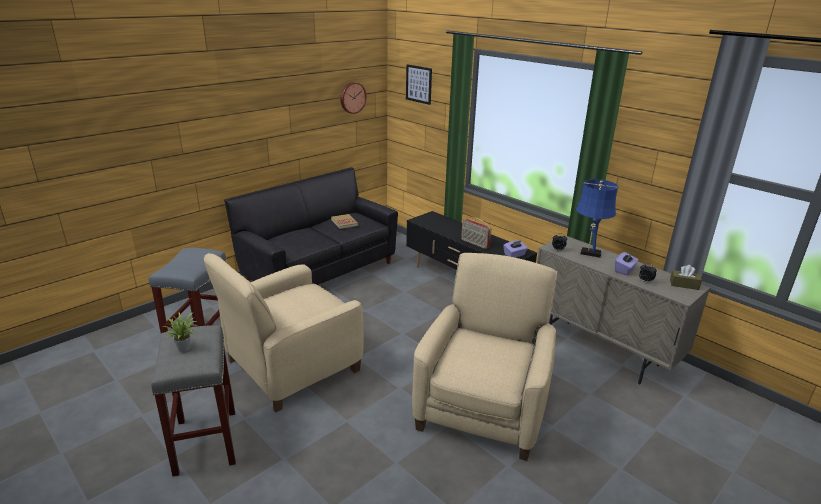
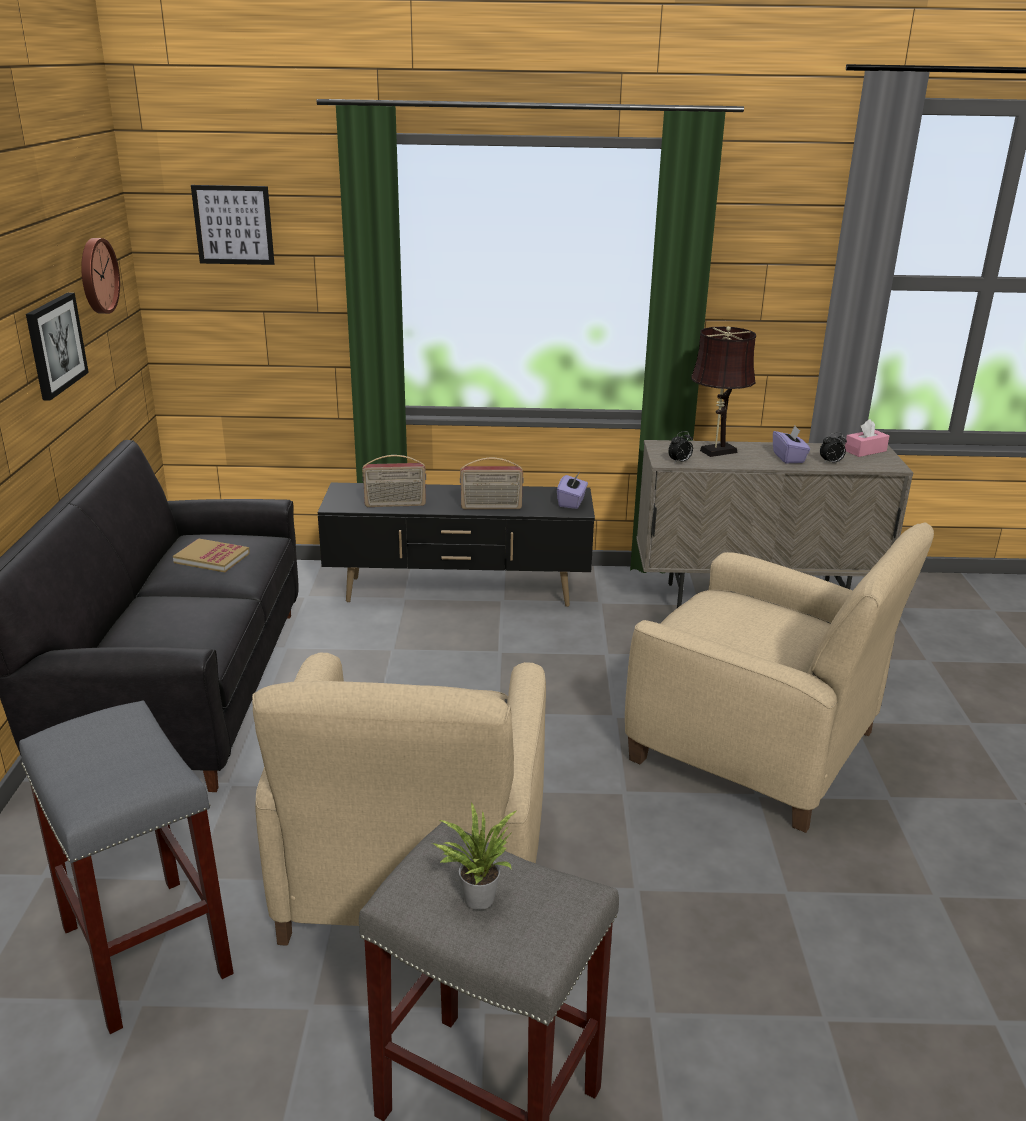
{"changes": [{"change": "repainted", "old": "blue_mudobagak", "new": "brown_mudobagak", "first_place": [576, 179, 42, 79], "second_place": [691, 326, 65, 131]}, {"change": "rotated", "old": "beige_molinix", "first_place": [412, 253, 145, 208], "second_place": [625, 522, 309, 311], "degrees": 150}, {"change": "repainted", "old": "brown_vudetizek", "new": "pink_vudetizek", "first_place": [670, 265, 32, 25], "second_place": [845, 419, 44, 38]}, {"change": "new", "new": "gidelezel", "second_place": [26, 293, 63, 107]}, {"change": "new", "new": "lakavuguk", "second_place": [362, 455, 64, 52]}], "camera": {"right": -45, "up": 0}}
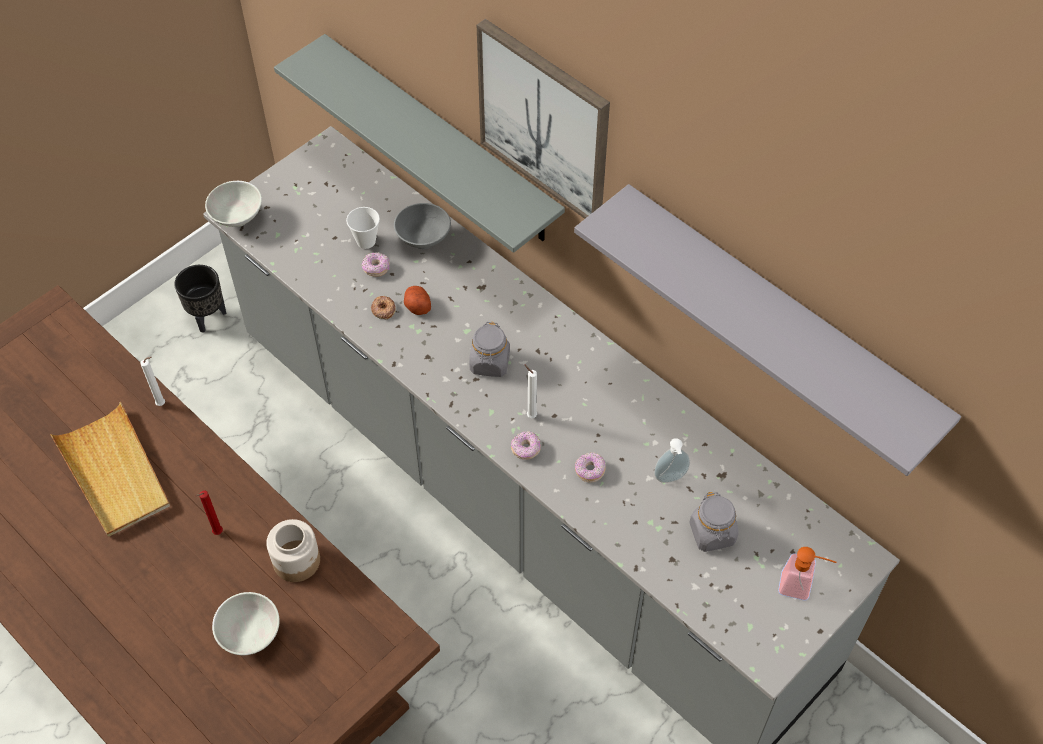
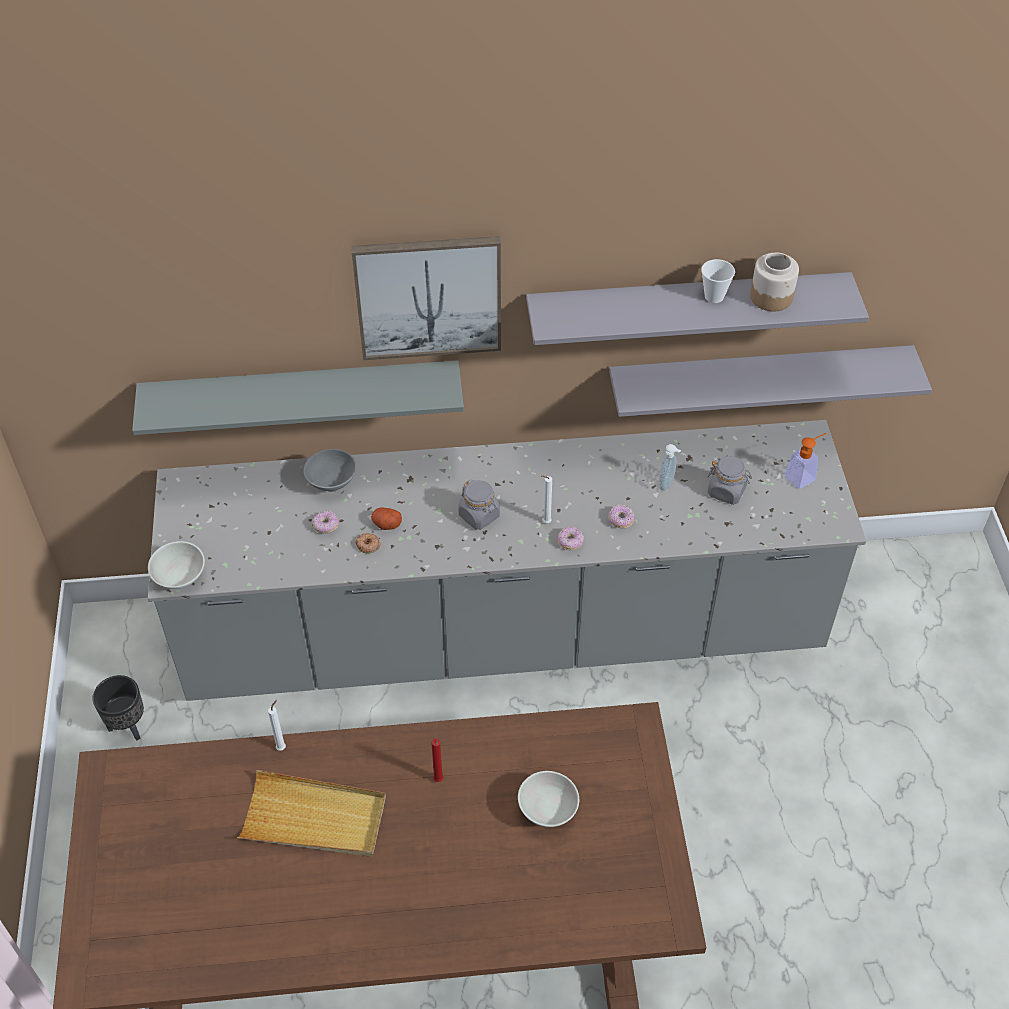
{"changes": [{"change": "shifted", "old": "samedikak", "first_place": [346, 207, 34, 42], "second_place": [701, 259, 34, 44]}, {"change": "shifted", "old": "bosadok", "first_place": [266, 519, 54, 63], "second_place": [750, 253, 49, 59]}, {"change": "new", "new": "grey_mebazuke", "second_place": [609, 345, 323, 72]}], "camera": {"right": -50, "up": -5}}
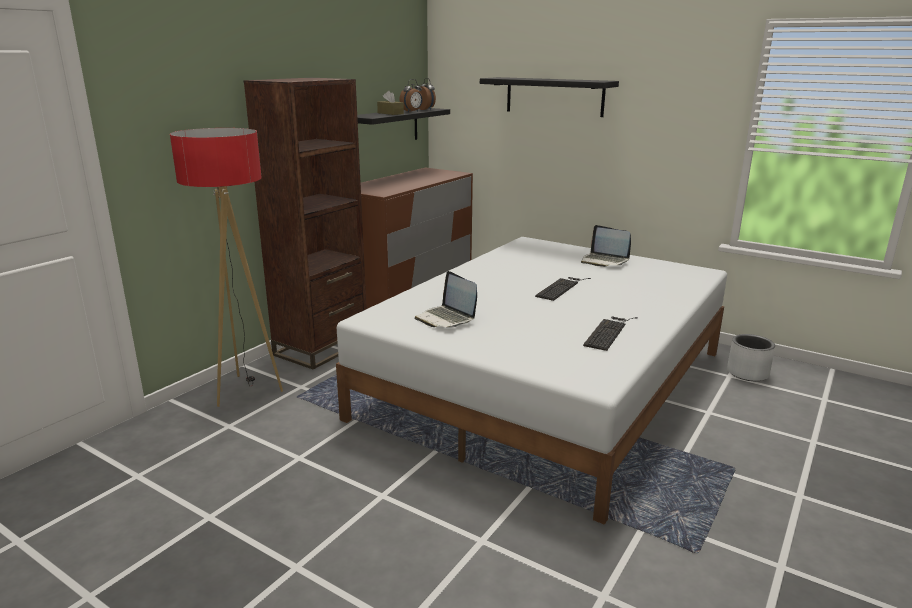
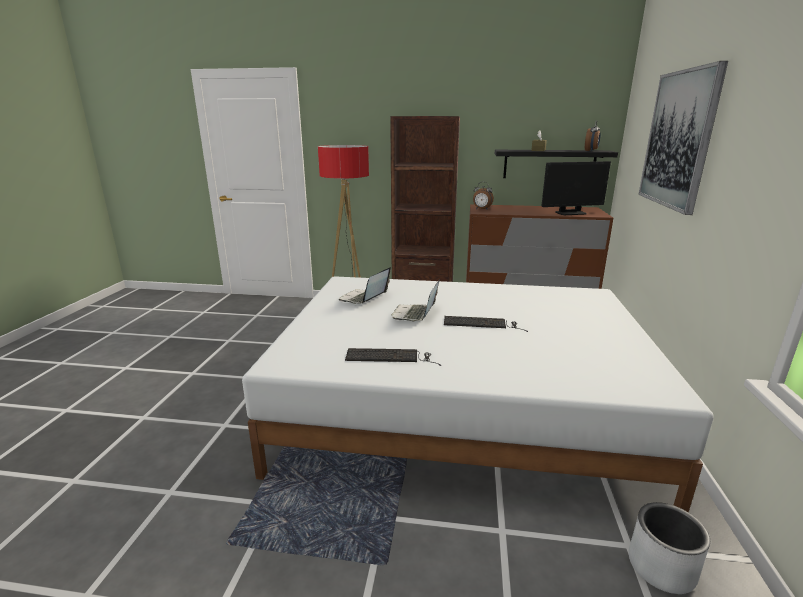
{"changes": [{"change": "swapped", "old": "black_mebazuke", "new": "gidelezel", "first_place": [480, 77, 139, 40], "second_place": [638, 61, 90, 154]}, {"change": "shifted", "old": "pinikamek", "first_place": [399, 79, 24, 33], "second_place": [473, 182, 21, 27]}, {"change": "shifted", "old": "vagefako", "first_place": [581, 225, 50, 42], "second_place": [392, 280, 48, 42]}, {"change": "new", "new": "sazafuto", "second_place": [541, 161, 70, 54]}], "camera": {"right": 65, "up": 0}}
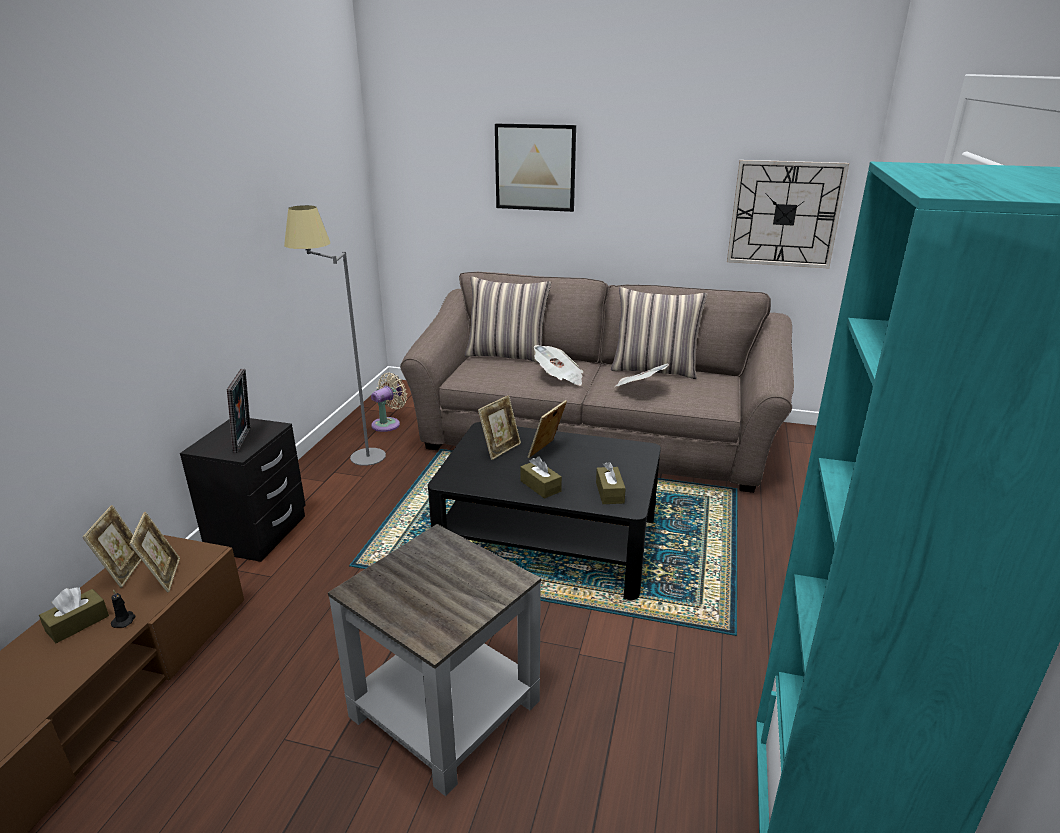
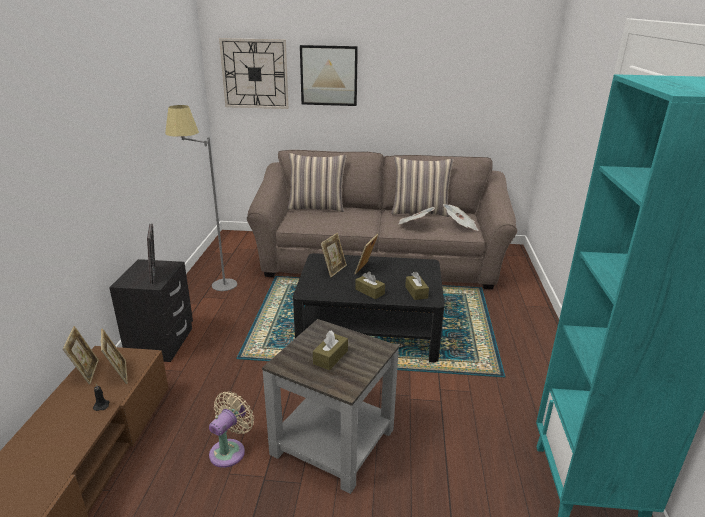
{"changes": [{"change": "shifted", "old": "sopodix", "first_place": [727, 160, 122, 108], "second_place": [219, 38, 70, 71]}, {"change": "shifted", "old": "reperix", "first_place": [534, 345, 49, 41], "second_place": [443, 204, 36, 27]}, {"change": "shifted", "old": "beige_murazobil", "first_place": [371, 373, 36, 59], "second_place": [209, 391, 45, 77]}, {"change": "shifted", "old": "brown_vudetizek", "first_place": [39, 587, 70, 56], "second_place": [313, 330, 35, 40]}], "camera": {"right": -10, "up": 0}}
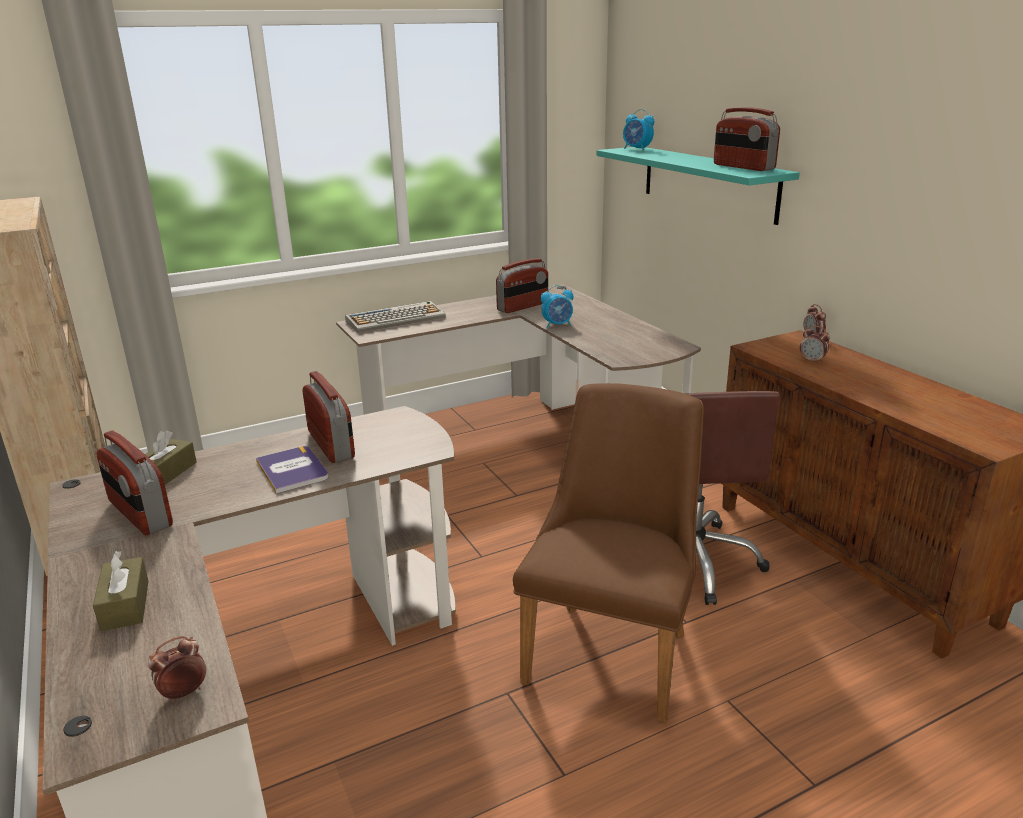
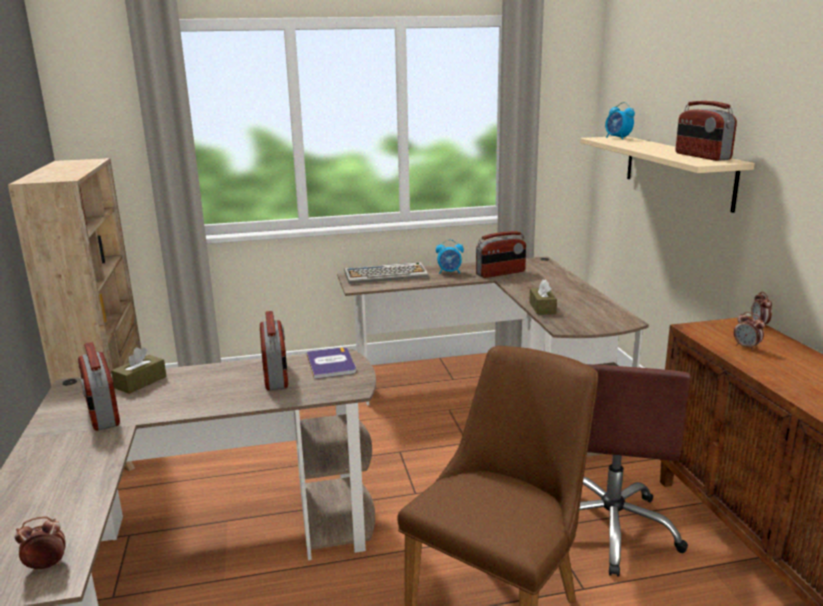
{"changes": [{"change": "repainted", "old": "turquoise_mebazuke", "new": "beige_mebazuke", "first_place": [596, 147, 204, 78], "second_place": [580, 136, 175, 77]}, {"change": "shifted", "old": "pinikamek", "first_place": [541, 285, 32, 43], "second_place": [436, 239, 28, 35]}, {"change": "shifted", "old": "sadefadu", "first_place": [256, 446, 72, 48], "second_place": [306, 347, 50, 32]}, {"change": "shifted", "old": "brown_vudetizek", "first_place": [93, 551, 55, 80], "second_place": [529, 279, 28, 36]}], "camera": {"right": 15, "up": -5}}
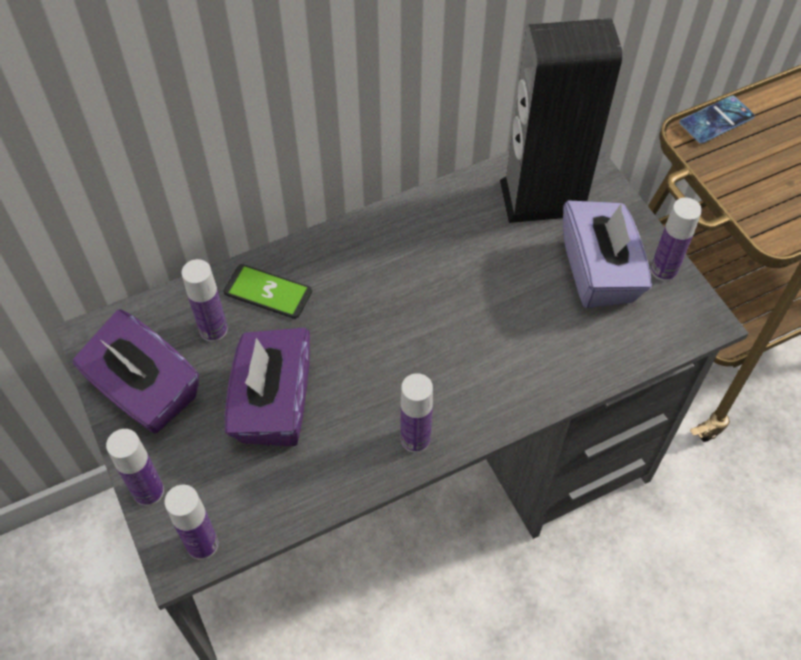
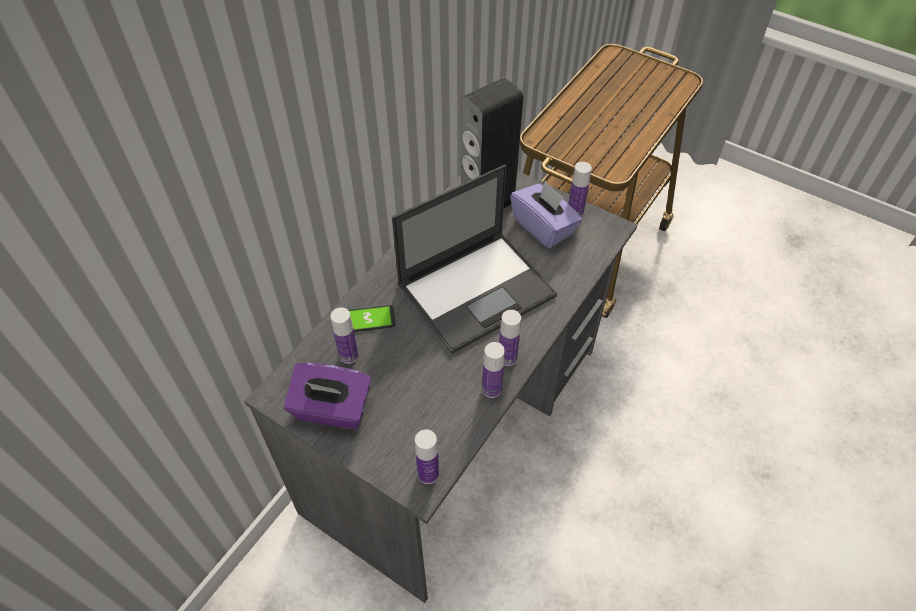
{"changes": [{"change": "gone", "old": "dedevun", "first_place": [679, 95, 76, 49]}, {"change": "gone", "old": "purple_vudetizek", "first_place": [225, 328, 85, 118]}, {"change": "shifted", "old": "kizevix", "first_place": [106, 429, 58, 77], "second_place": [482, 342, 23, 56]}, {"change": "new", "new": "vagefako", "second_place": [392, 164, 165, 190]}], "camera": {"right": -30, "up": -5}}
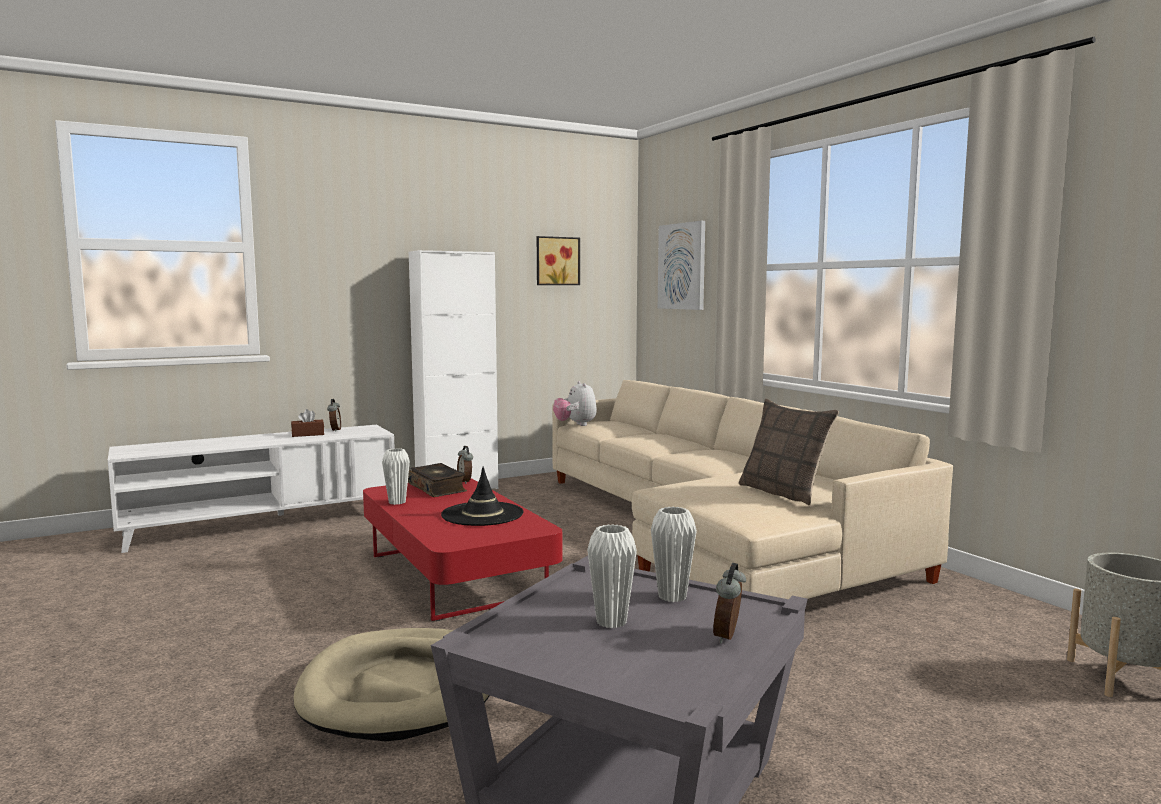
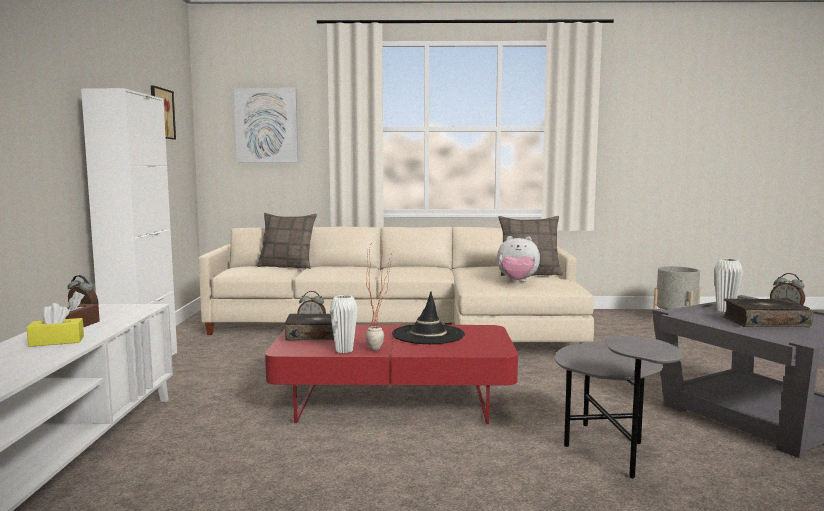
{"changes": [{"change": "shifted", "old": "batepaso", "first_place": [553, 381, 44, 45], "second_place": [497, 236, 43, 46]}, {"change": "swapped", "old": "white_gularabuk", "new": "sadefadu", "first_place": [587, 524, 50, 104], "second_place": [722, 298, 91, 29]}, {"change": "swapped", "old": "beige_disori", "new": "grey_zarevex", "first_place": [293, 628, 197, 113], "second_place": [554, 336, 129, 142]}, {"change": "new", "new": "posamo", "second_place": [257, 213, 60, 56]}, {"change": "new", "new": "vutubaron", "second_place": [366, 238, 27, 113]}, {"change": "new", "new": "yellow_vudetizek", "second_place": [27, 303, 57, 44]}], "camera": {"right": -60, "up": 0}}
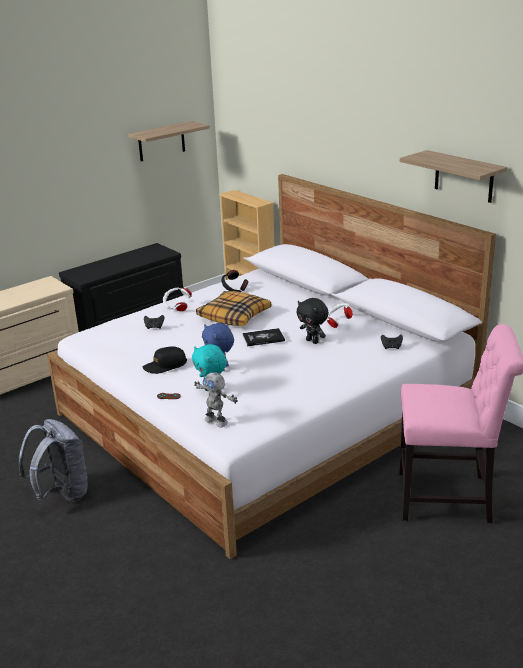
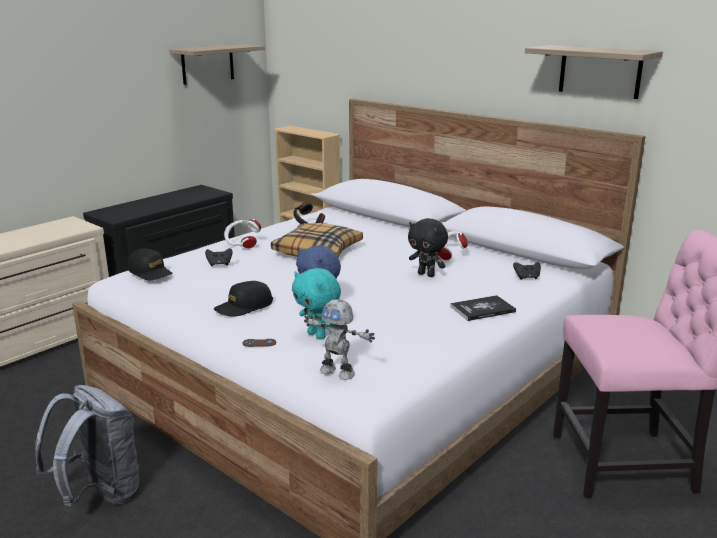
{"changes": [{"change": "shifted", "old": "sadefadu", "first_place": [242, 328, 43, 19], "second_place": [450, 295, 66, 26]}, {"change": "new", "new": "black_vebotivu", "second_place": [128, 249, 45, 31]}], "camera": {"right": -10, "up": -5}}
